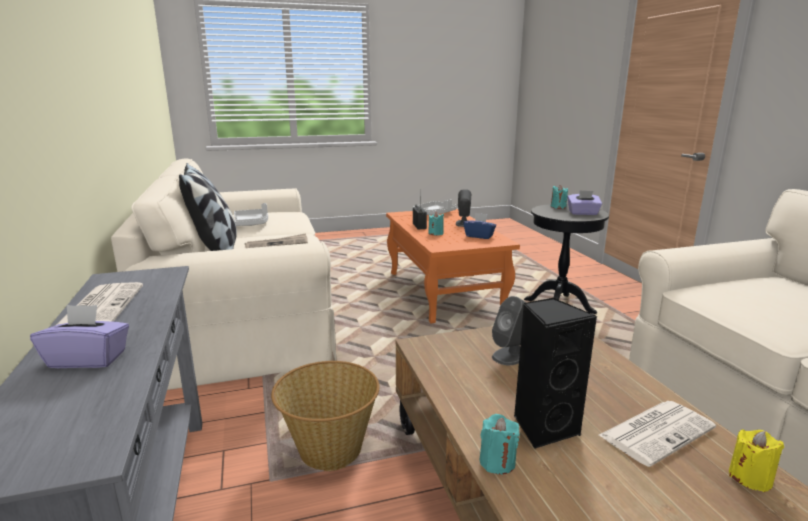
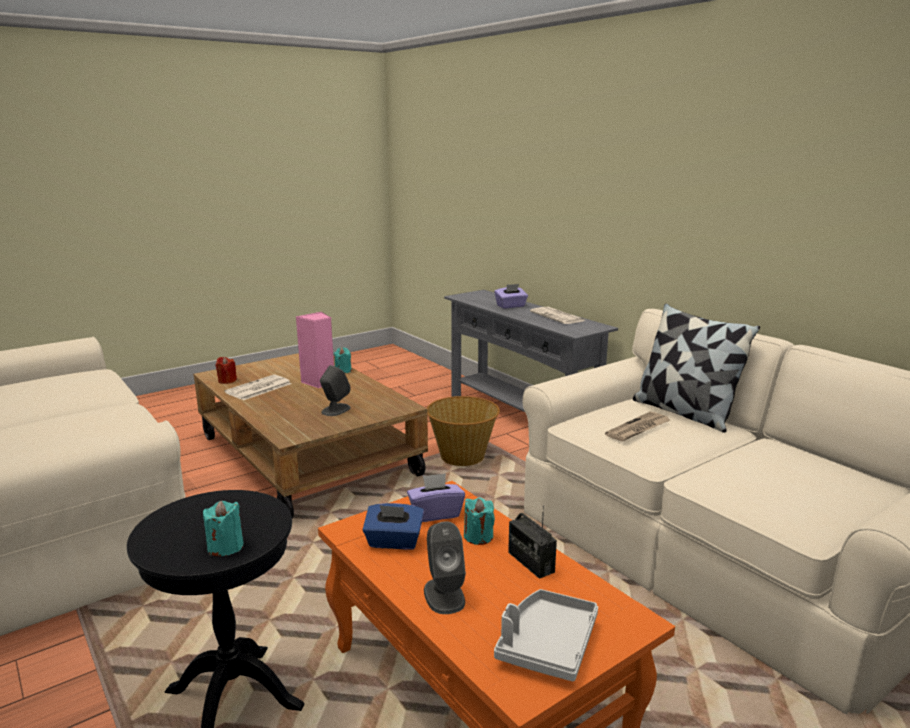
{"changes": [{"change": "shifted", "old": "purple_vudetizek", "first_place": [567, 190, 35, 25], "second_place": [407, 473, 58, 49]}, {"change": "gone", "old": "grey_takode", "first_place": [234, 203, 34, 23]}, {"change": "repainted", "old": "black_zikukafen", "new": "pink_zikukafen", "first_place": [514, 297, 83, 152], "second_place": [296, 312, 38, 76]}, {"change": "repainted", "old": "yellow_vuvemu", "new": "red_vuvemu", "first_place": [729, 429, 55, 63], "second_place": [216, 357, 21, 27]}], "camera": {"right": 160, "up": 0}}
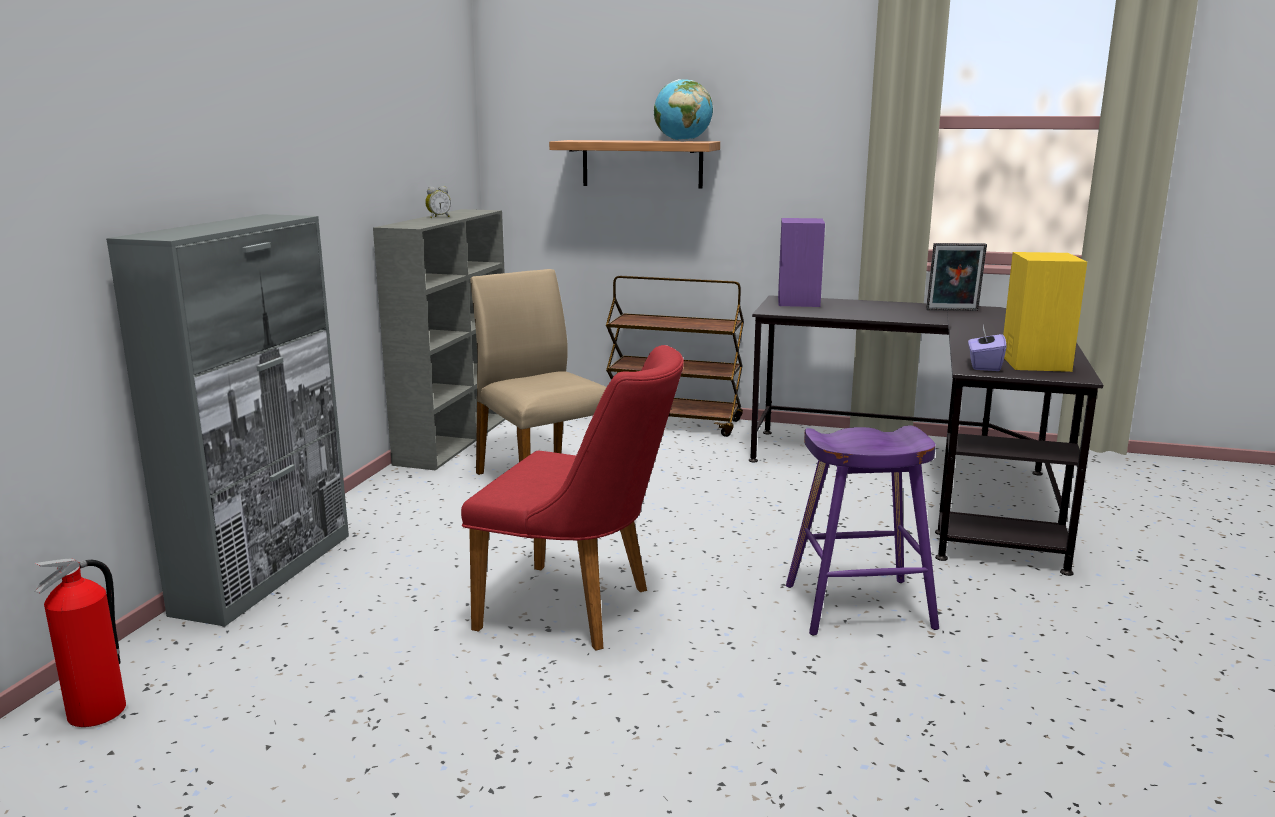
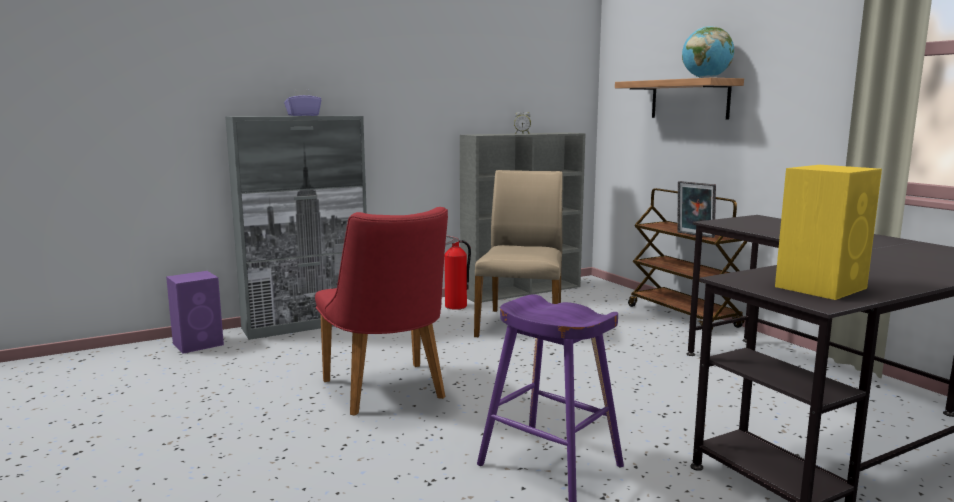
{"changes": [{"change": "shifted", "old": "purple_zikukafen", "first_place": [778, 218, 47, 89], "second_place": [166, 271, 58, 83]}, {"change": "shifted", "old": "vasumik", "first_place": [926, 243, 61, 68], "second_place": [677, 181, 39, 57]}, {"change": "shifted", "old": "purple_vudetizek", "first_place": [968, 325, 39, 46], "second_place": [284, 90, 37, 26]}, {"change": "shifted", "old": "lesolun", "first_place": [34, 558, 92, 169], "second_place": [444, 235, 27, 75]}], "camera": {"right": 45, "up": -5}}
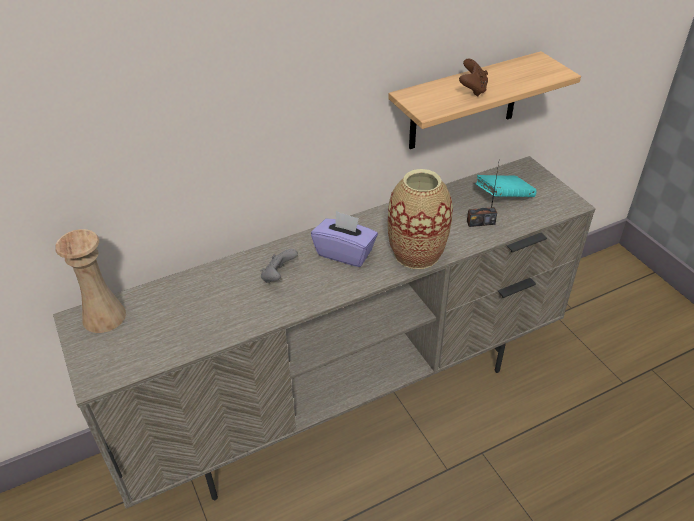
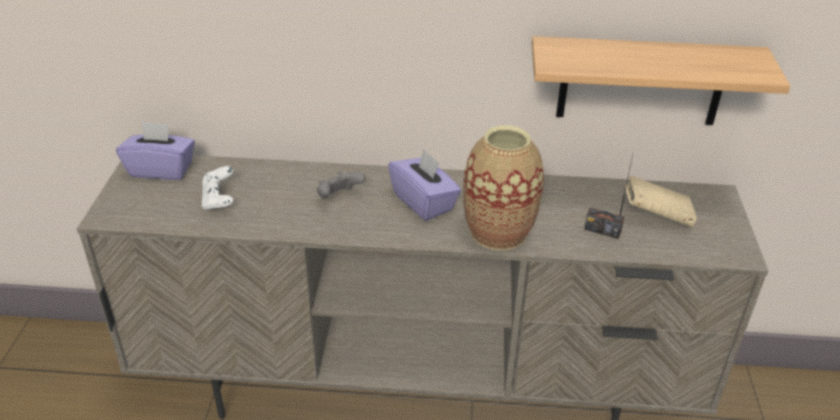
{"changes": [{"change": "gone", "old": "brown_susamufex", "first_place": [459, 59, 29, 38]}, {"change": "repainted", "old": "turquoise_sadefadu", "new": "beige_sadefadu", "first_place": [475, 175, 61, 22], "second_place": [625, 175, 72, 52]}, {"change": "swapped", "old": "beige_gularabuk", "new": "purple_vudetizek", "first_place": [55, 229, 71, 104], "second_place": [116, 121, 79, 59]}, {"change": "new", "new": "white_susamufex", "second_place": [201, 166, 32, 44]}], "camera": {"right": 30, "up": -5}}
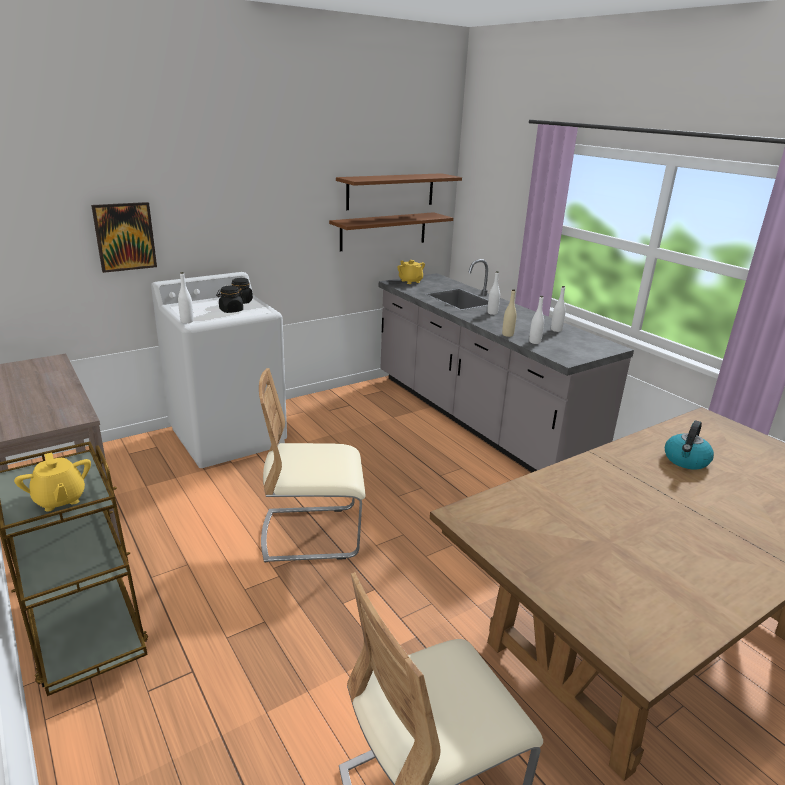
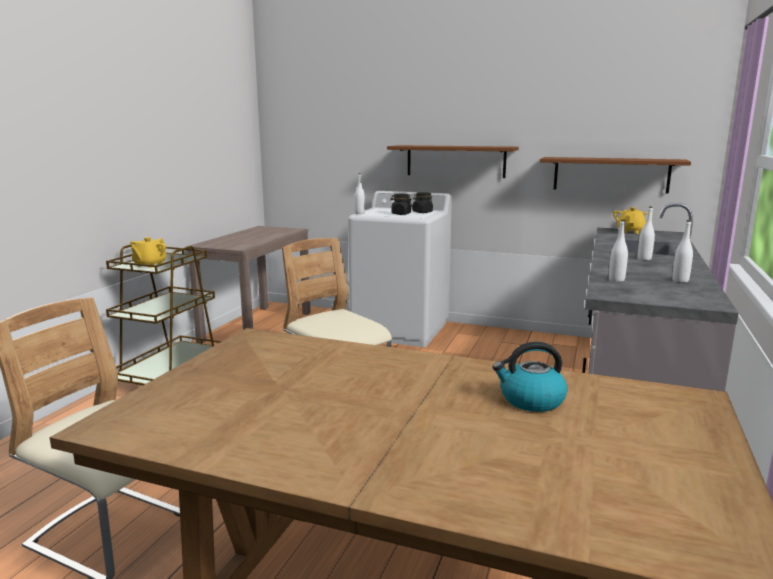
{"changes": [{"change": "shifted", "old": "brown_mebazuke", "first_place": [336, 173, 126, 37], "second_place": [387, 145, 132, 33]}, {"change": "gone", "old": "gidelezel", "first_place": [91, 202, 66, 71]}, {"change": "gone", "old": "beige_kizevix", "first_place": [502, 289, 15, 48]}], "camera": {"right": 55, "up": -10}}
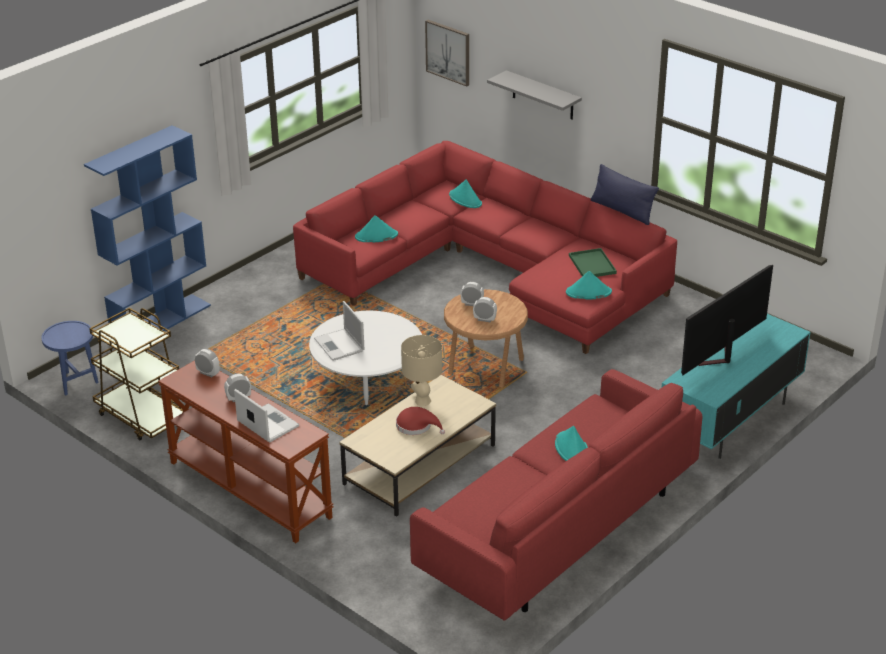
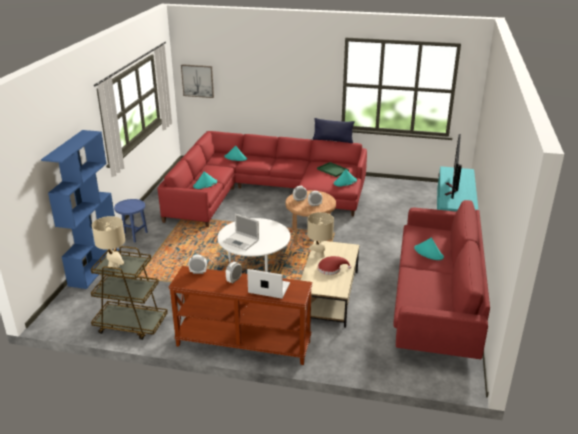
{"changes": [{"change": "gone", "old": "grey_mebazuke", "first_place": [487, 70, 95, 49]}, {"change": "shifted", "old": "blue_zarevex", "first_place": [41, 321, 58, 75], "second_place": [114, 199, 34, 43]}, {"change": "new", "new": "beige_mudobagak", "second_place": [92, 216, 33, 52]}], "camera": {"right": -30, "up": -5}}
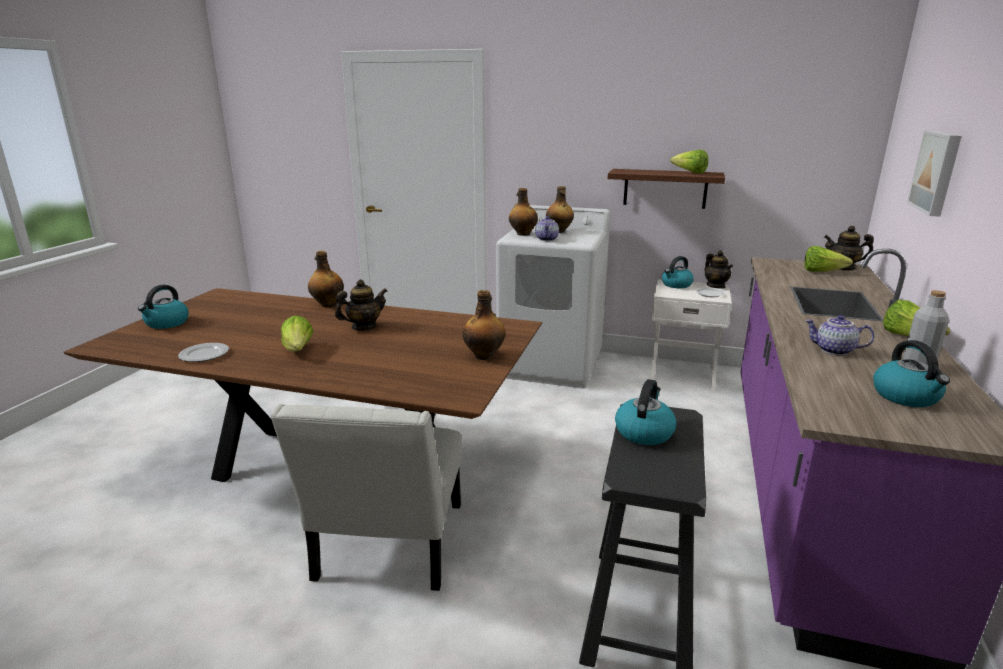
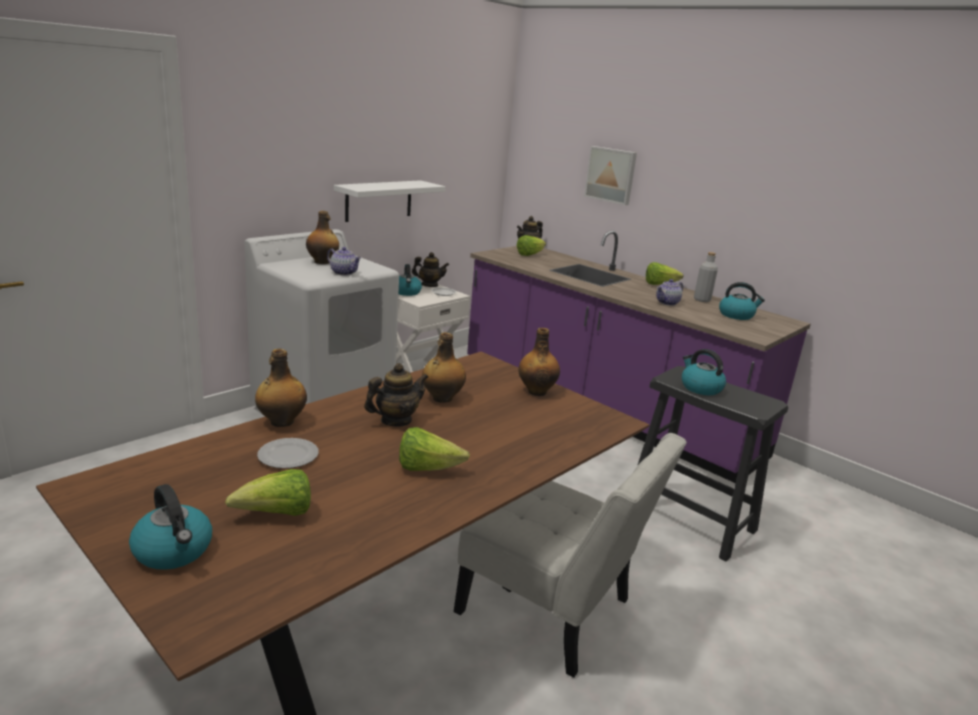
{"changes": [{"change": "shifted", "old": "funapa", "first_place": [670, 150, 38, 24], "second_place": [225, 469, 86, 47]}, {"change": "repainted", "old": "brown_mebazuke", "new": "white_mebazuke", "first_place": [607, 169, 118, 40], "second_place": [334, 180, 111, 42]}, {"change": "shifted", "old": "kizevix", "first_place": [509, 188, 29, 48], "second_place": [422, 332, 44, 71]}, {"change": "rotated", "old": "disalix", "first_place": [335, 279, 52, 52], "second_place": [364, 363, 64, 64], "degrees": 60}, {"change": "shifted", "old": "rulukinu", "first_place": [178, 343, 51, 19], "second_place": [257, 438, 62, 31]}], "camera": {"right": -65, "up": 0}}
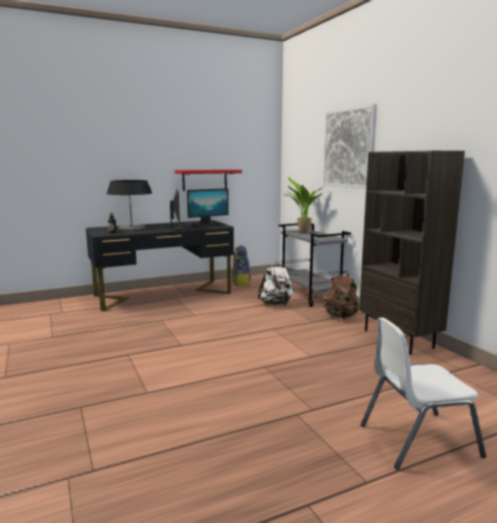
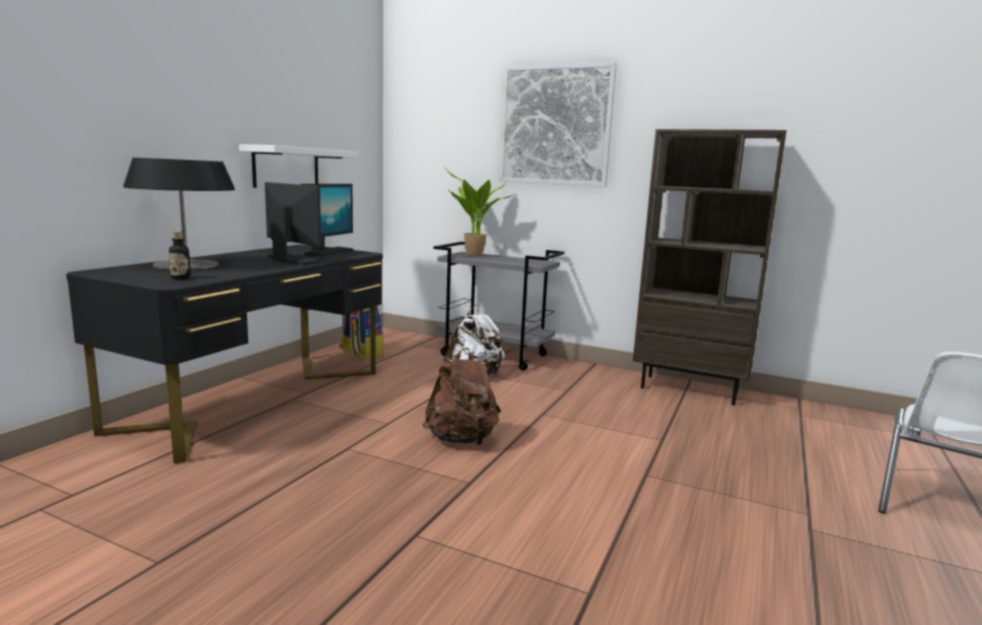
{"changes": [{"change": "repainted", "old": "red_mebazuke", "new": "white_mebazuke", "first_place": [175, 169, 67, 22], "second_place": [239, 144, 119, 44]}, {"change": "shifted", "old": "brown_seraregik", "first_place": [324, 271, 35, 48], "second_place": [422, 348, 79, 97]}], "camera": {"right": -40, "up": 0}}
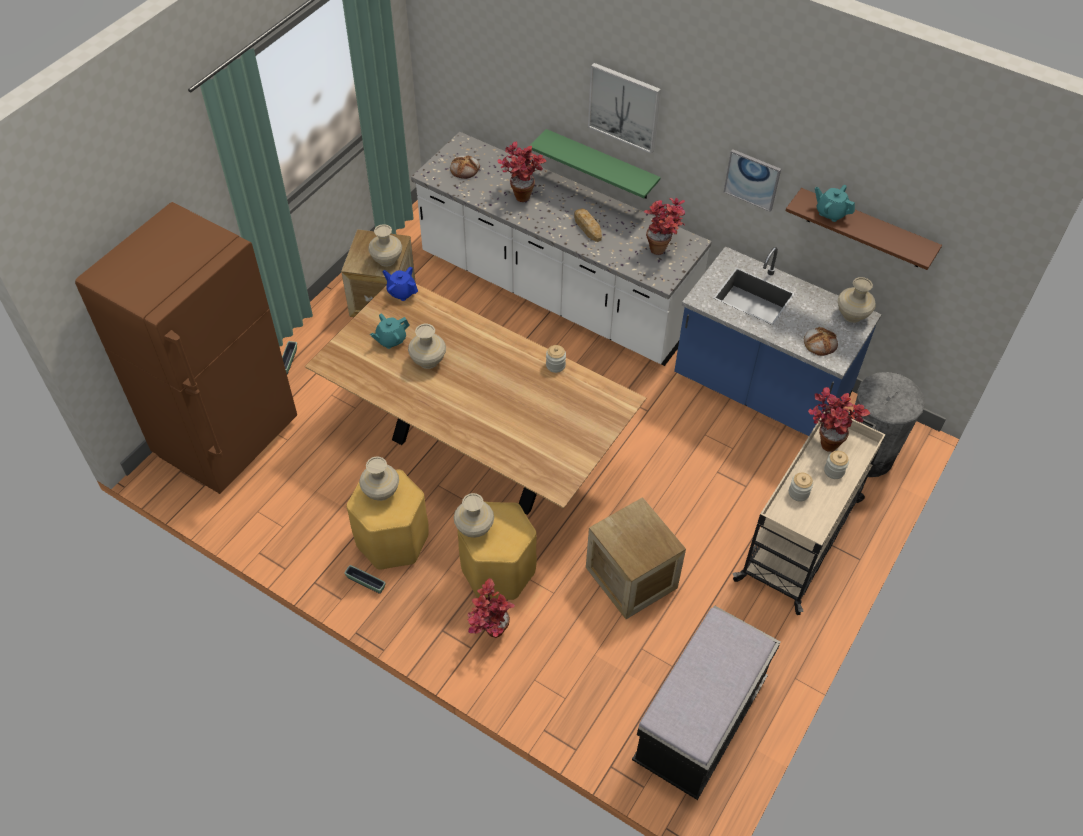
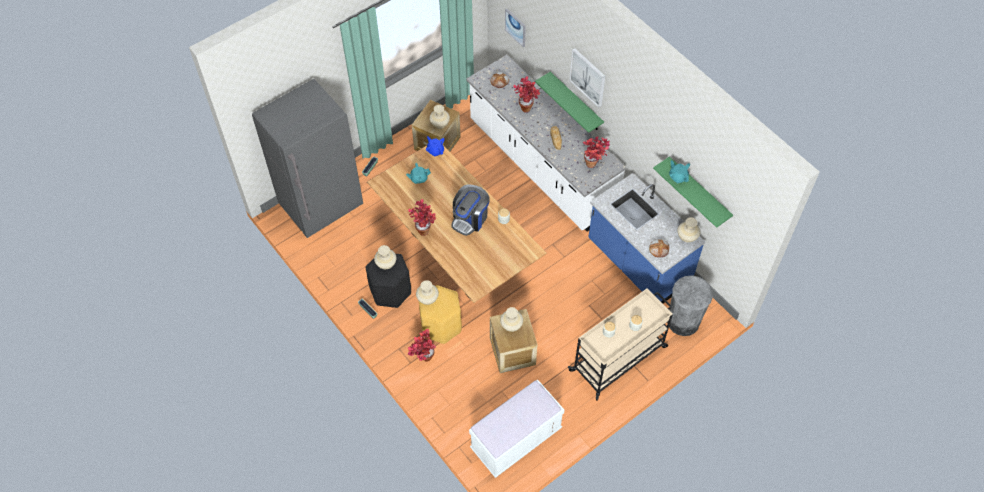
{"changes": [{"change": "shifted", "old": "gidelezel", "first_place": [724, 149, 57, 63], "second_place": [505, 9, 21, 38]}, {"change": "repainted", "old": "brown_mebazuke", "new": "green_mebazuke", "first_place": [785, 188, 157, 82], "second_place": [653, 156, 80, 72]}, {"change": "repainted", "old": "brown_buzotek", "new": "grey_buzotek", "first_place": [75, 202, 222, 292], "second_place": [252, 79, 111, 159]}, {"change": "shifted", "old": "beige_gularabuk", "first_place": [408, 324, 38, 45], "second_place": [500, 307, 23, 25]}, {"change": "shifted", "old": "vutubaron", "first_place": [808, 387, 62, 65], "second_place": [408, 199, 28, 37]}, {"change": "repainted", "old": "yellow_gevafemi", "new": "black_gevafemi", "first_place": [347, 469, 82, 101], "second_place": [366, 254, 45, 54]}, {"change": "repainted", "old": "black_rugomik", "new": "white_rugomik", "first_place": [632, 605, 149, 195], "second_place": [469, 380, 95, 98]}, {"change": "new", "new": "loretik", "second_place": [452, 185, 38, 51]}], "camera": {"right": 20, "up": 5}}
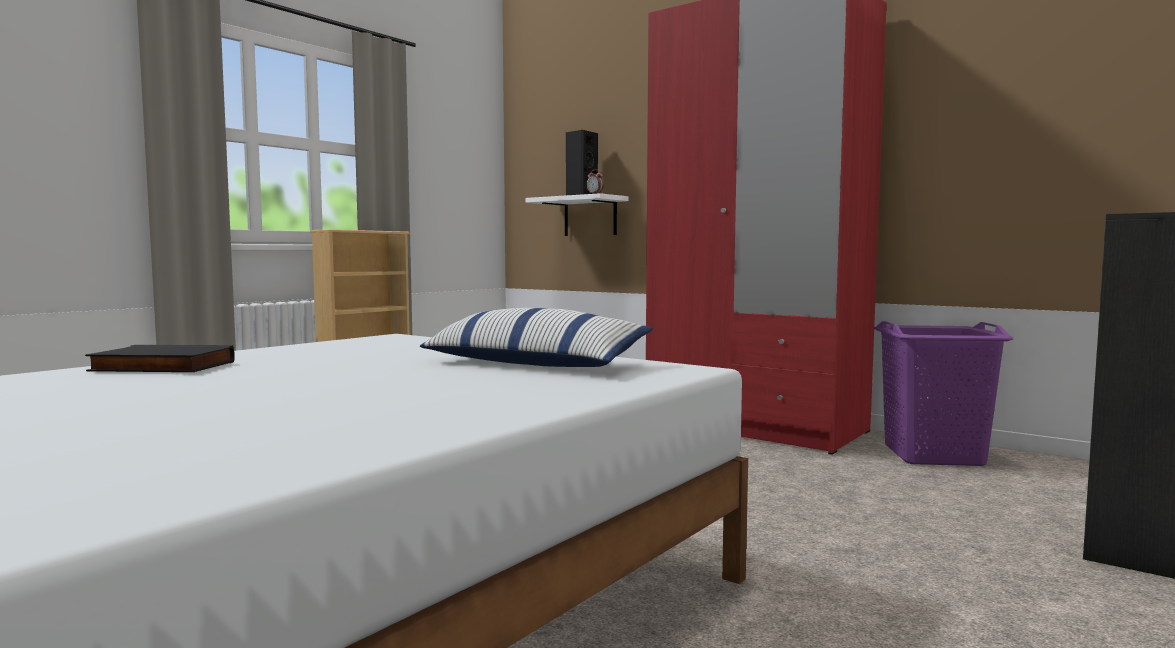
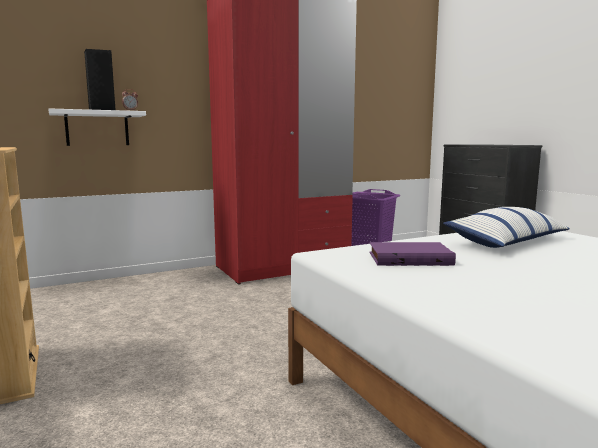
{"changes": [{"change": "gone", "old": "black_sadefadu", "first_place": [85, 345, 150, 27]}, {"change": "new", "new": "purple_sadefadu", "second_place": [369, 242, 87, 24]}], "camera": {"right": -65, "up": 5}}
